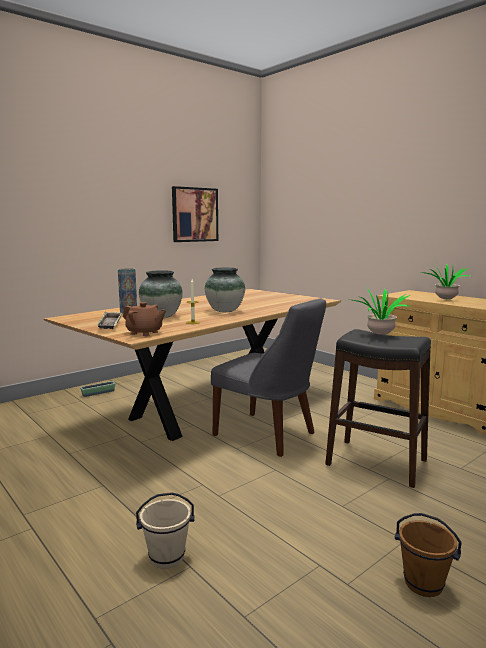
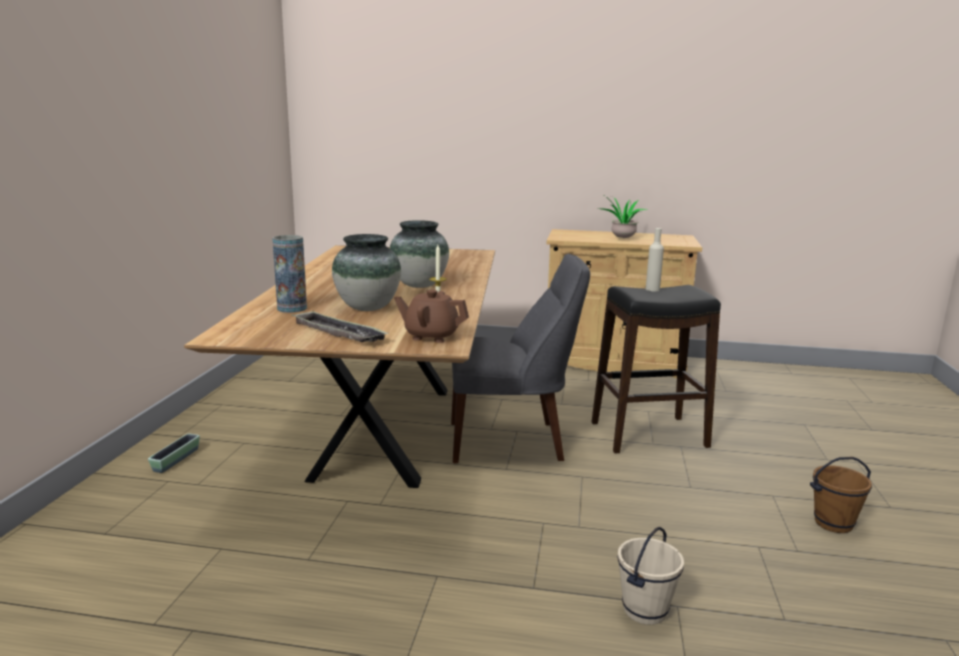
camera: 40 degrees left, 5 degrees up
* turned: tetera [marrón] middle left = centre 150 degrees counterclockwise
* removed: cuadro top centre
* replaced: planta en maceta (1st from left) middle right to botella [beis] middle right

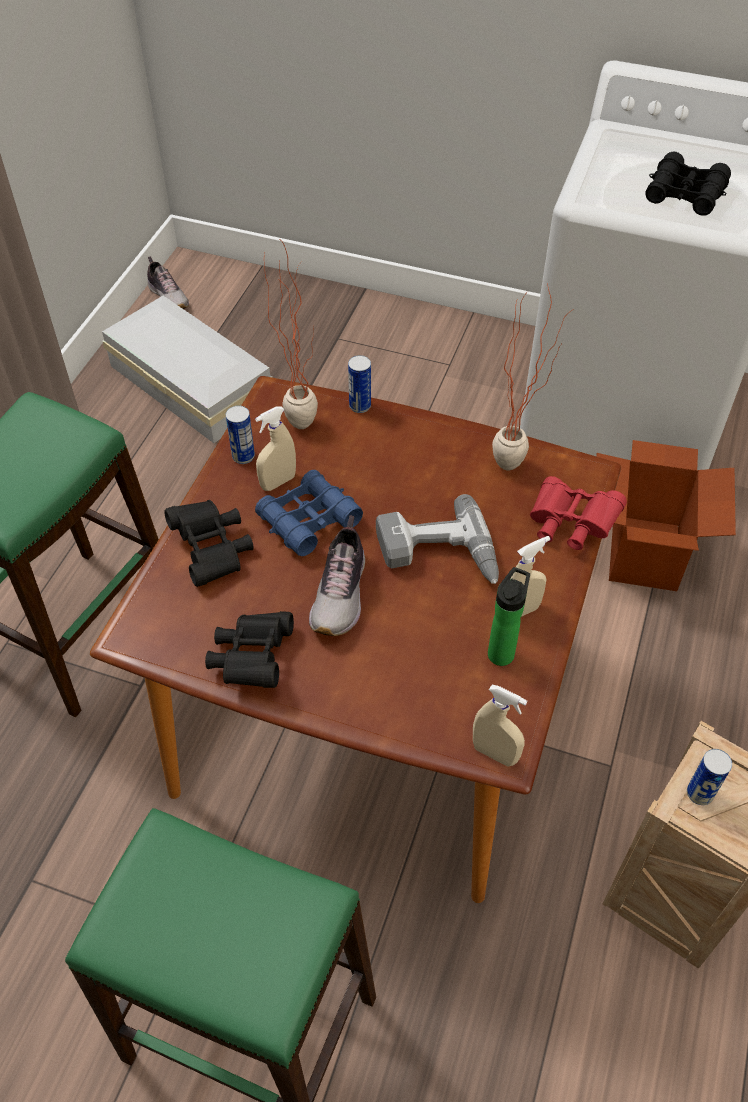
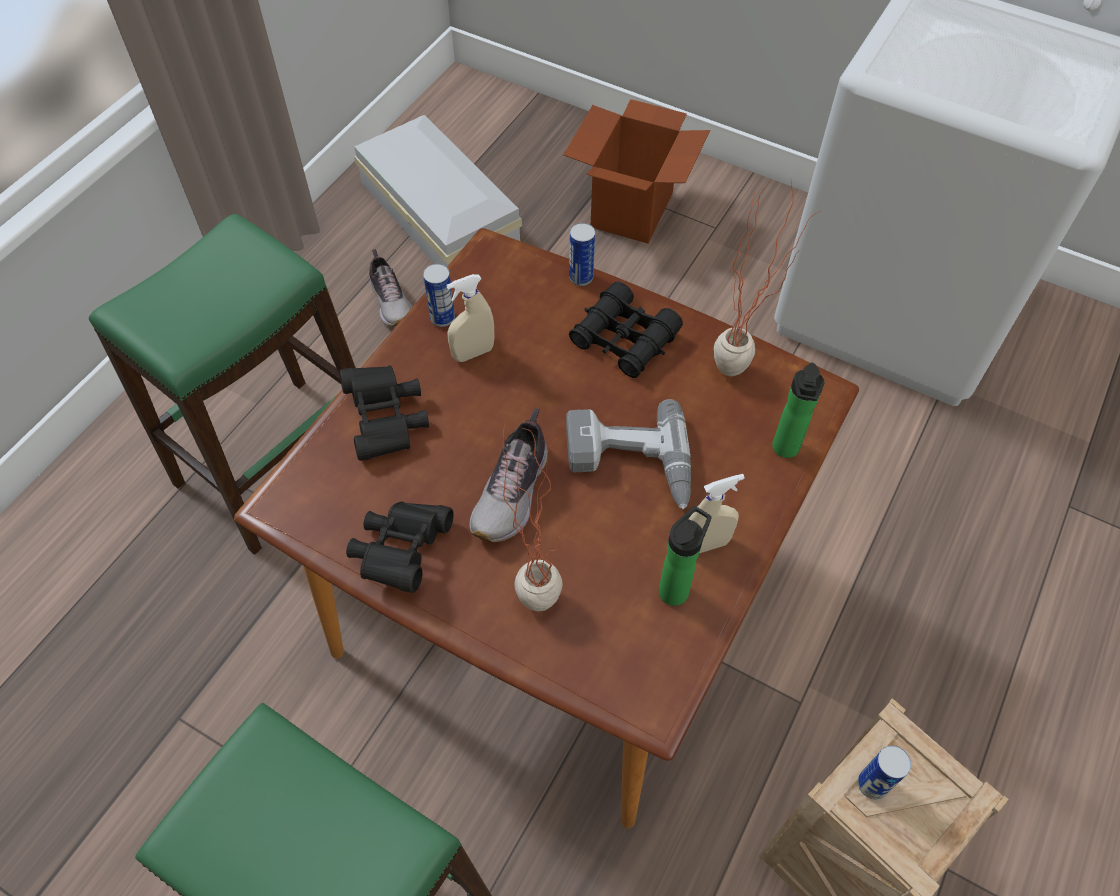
camera: 10 degrees right, 5 degrees up
* moved: zapato (1st from left) top left to top centre
* removed: prismáticos [azul] centre
* moved: planta en maceta (1st from left) top centre to centre
* removed: pulverizador [beis] (2nd from left) middle right
* replaced: prismáticos [rojo] middle right to botella (2nd from left) middle right
* moved: caja de cartón middle right to top centre
* moved: prismáticos [negro] (3rd from left) top right to centre

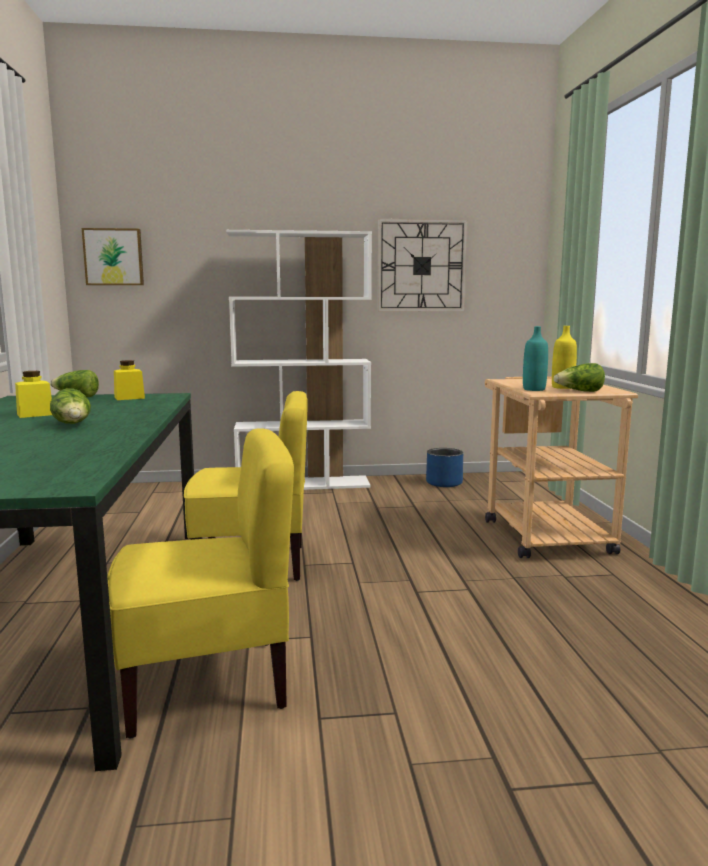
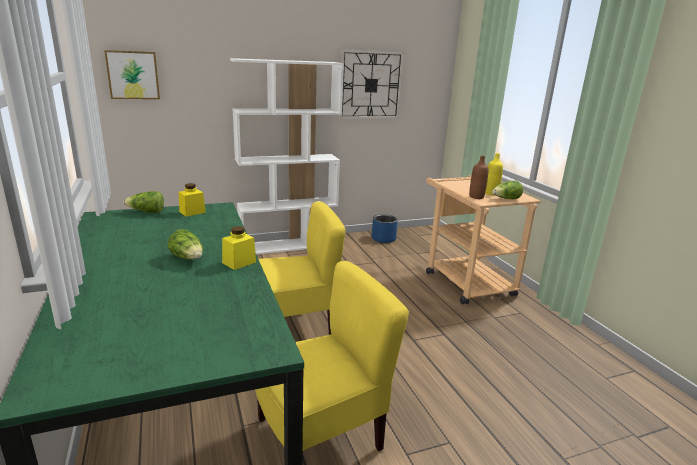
camera: 15 degrees left, 10 degrees up
* moved: tarro [amarillo] (1st from left in the first image) middle left to tarro [amarillo] (2nd from left) centre
* recoloured: botella [turquesa] middle right to botella [marrón] middle right

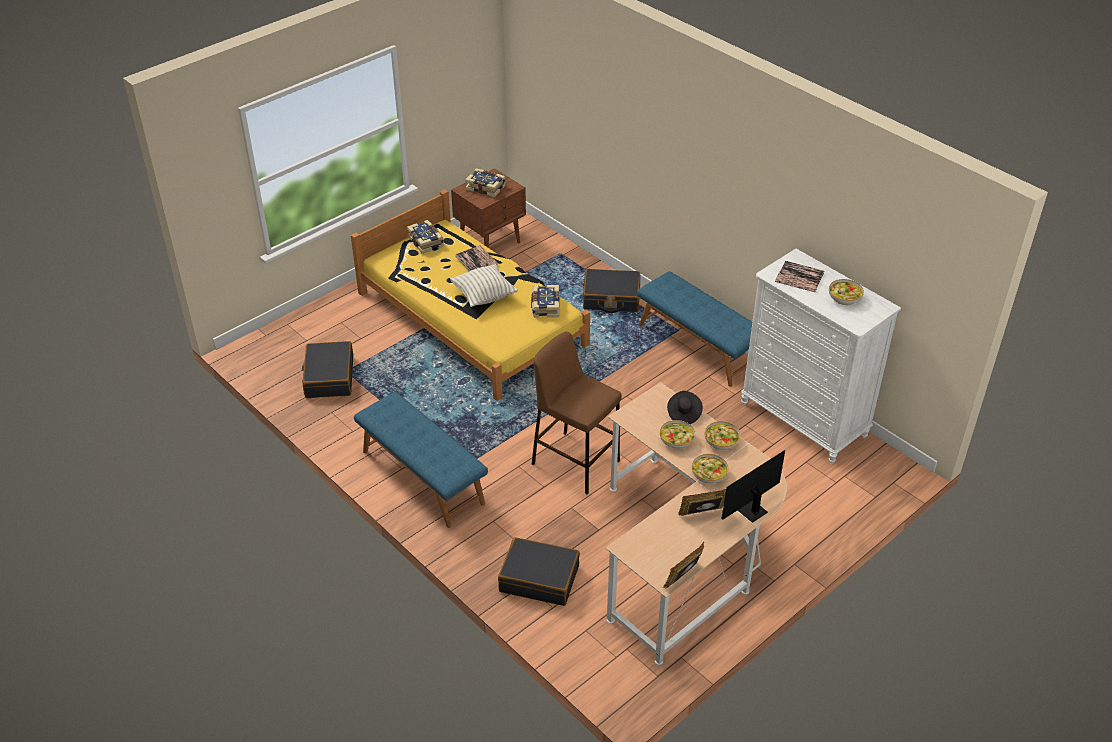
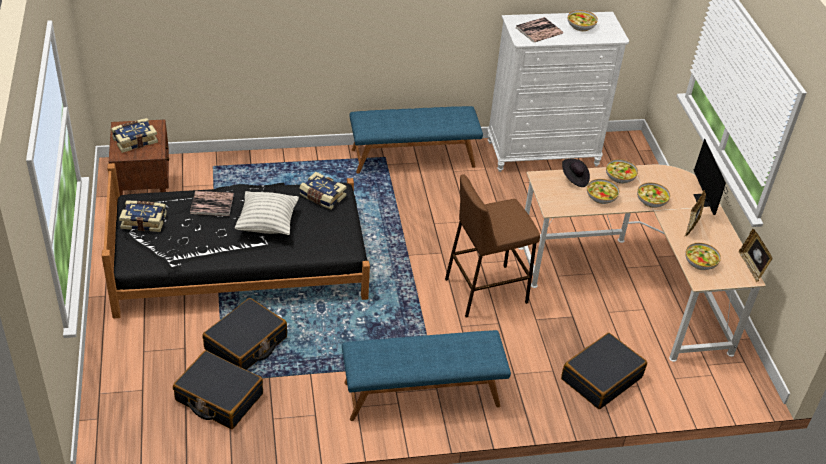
camera: 60 degrees left, 0 degrees up
* recoloured: cama [amarillo] centre to cama [negro] middle left
* moved: maleta [negro] (3rd from left in the first image) centre to maleta [negro] (2nd from left) bottom left
* added: cuenco (5th from left) middle right

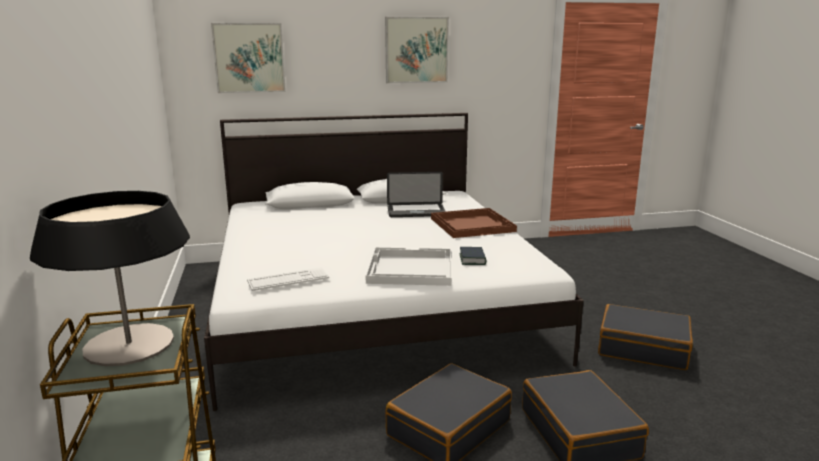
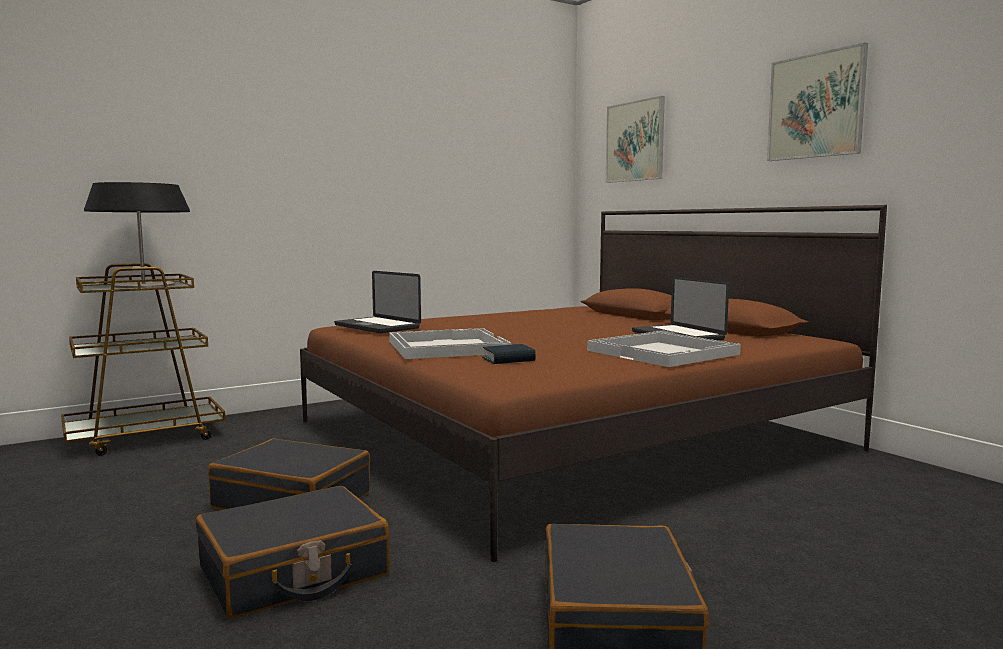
camera: 70 degrees right, 10 degrees down
* recoloured: cama [blanco] centre to cama [marrón] centre
* replaced: teclado centre to portátil (1st from left) centre
* recoloured: bandeja [marrón] centre to bandeja [blanco] (2nd from left) centre

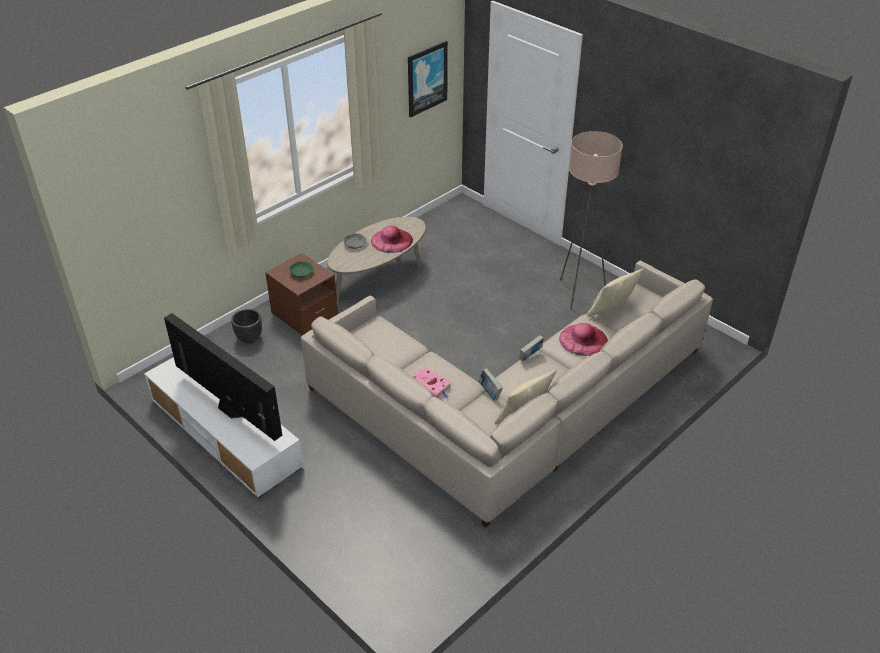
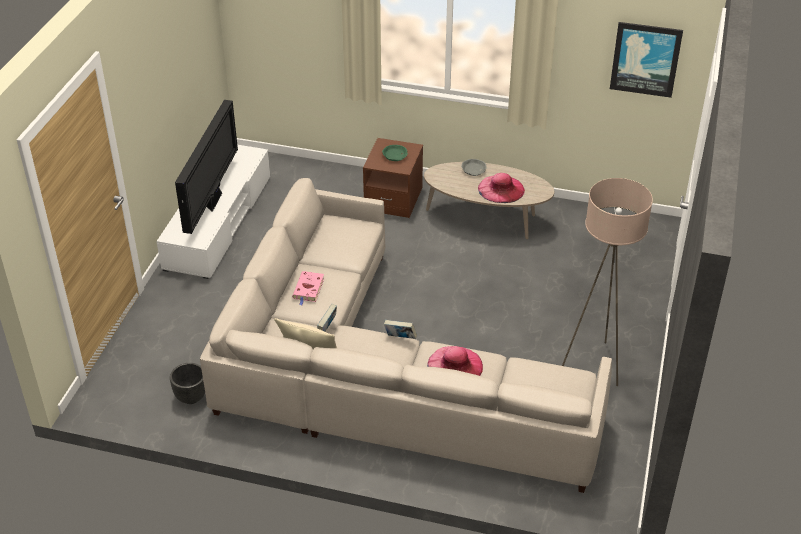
camera: 60 degrees right, 0 degrees up
* moved: maceta [negro] middle left to bottom left
* removed: cojín [beis] (2nd from left) middle right

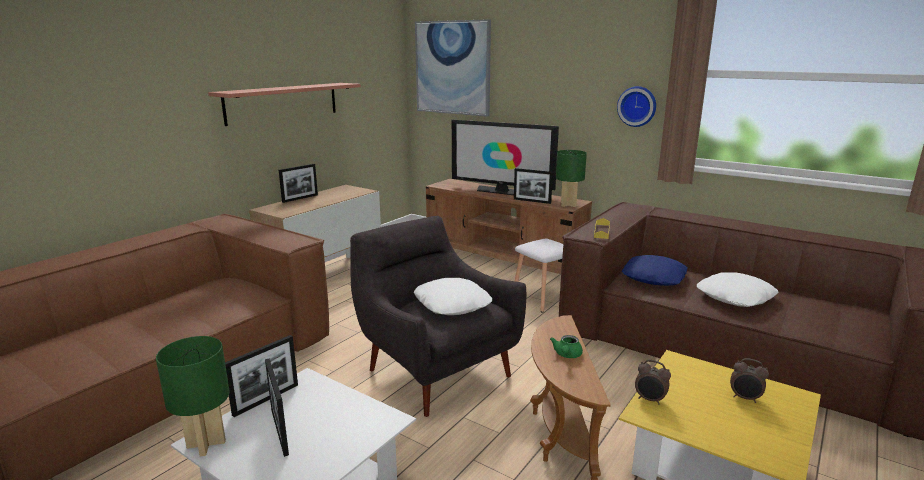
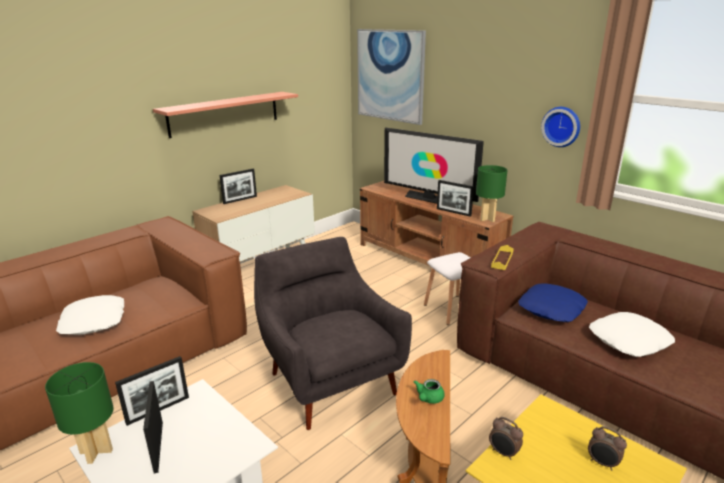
camera: 10 degrees right, 5 degrees up
* moved: cojín [blanco] (1st from left) centre to middle left

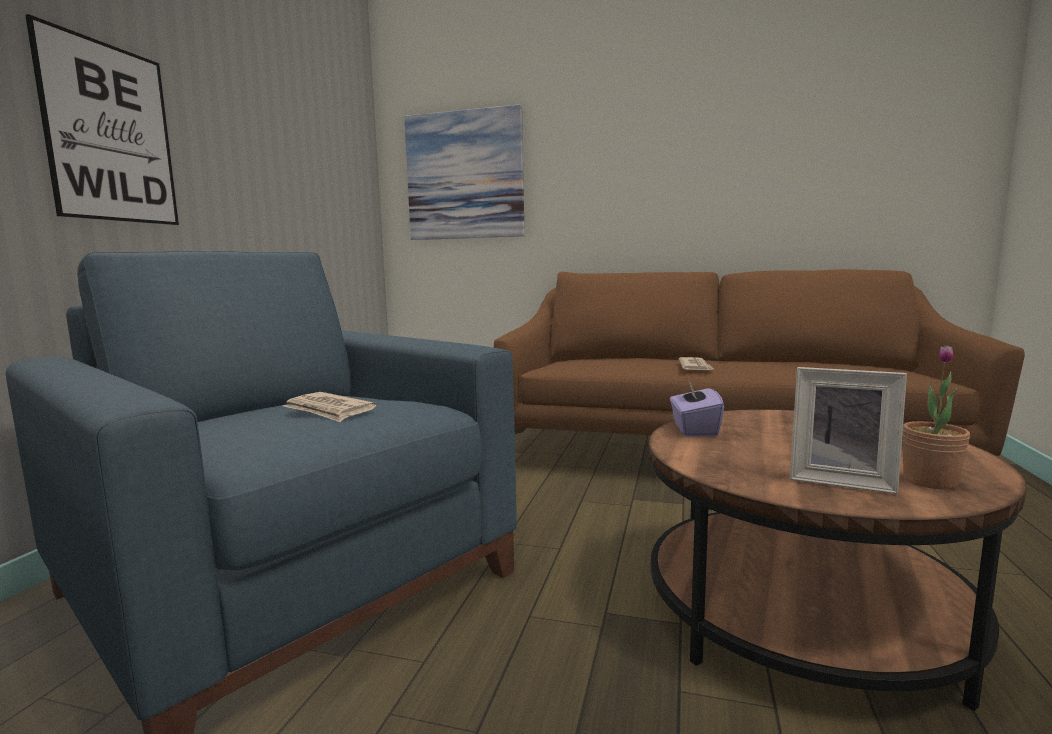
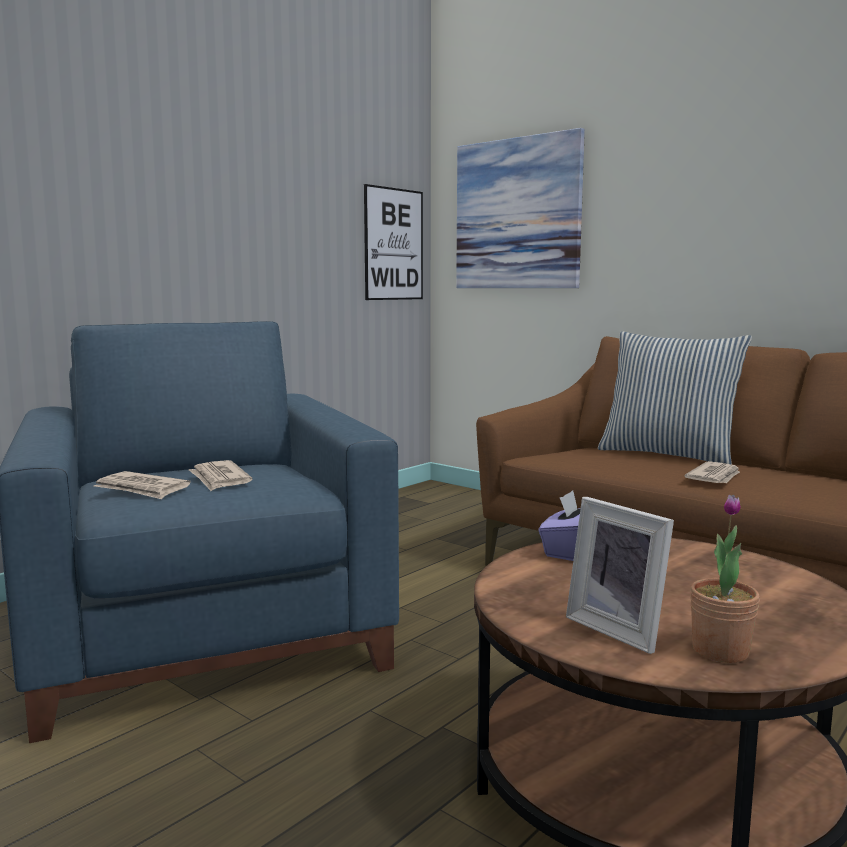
camera: 25 degrees right, 0 degrees up
* moved: cuadro (1st from left) top left to top centre
* added: periódico (1st from left) middle left
* added: cojín middle right

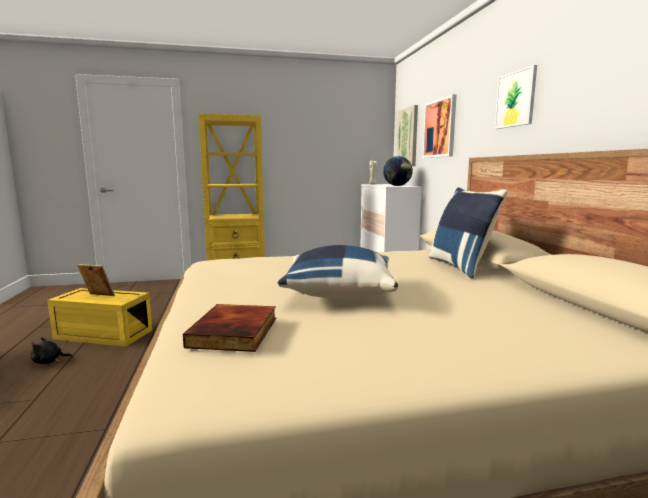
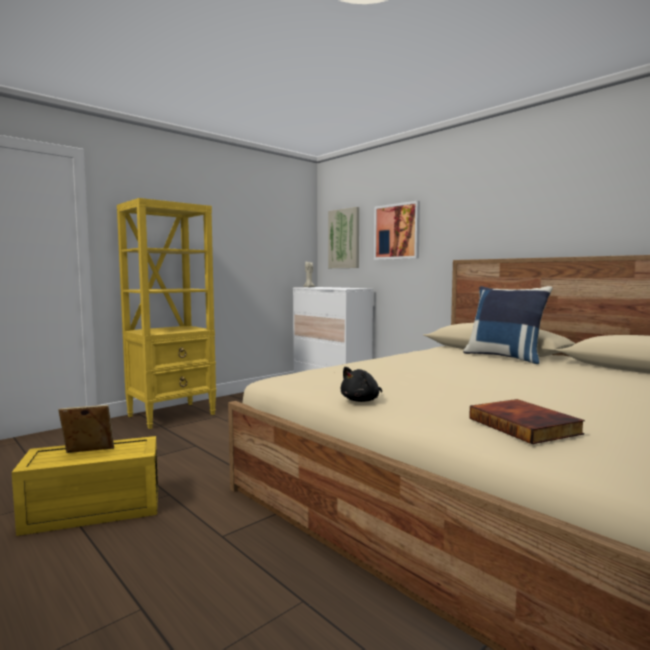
camera: 30 degrees left, 5 degrees down
* moved: peluche [negro] bottom left to centre
* removed: cojín [azul] (1st from left) centre
* removed: globo terráqueo centre
* removed: cuadro (3rd from left) top right

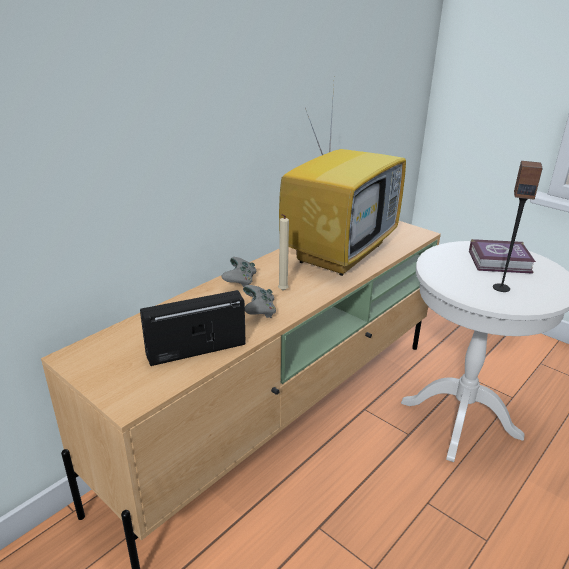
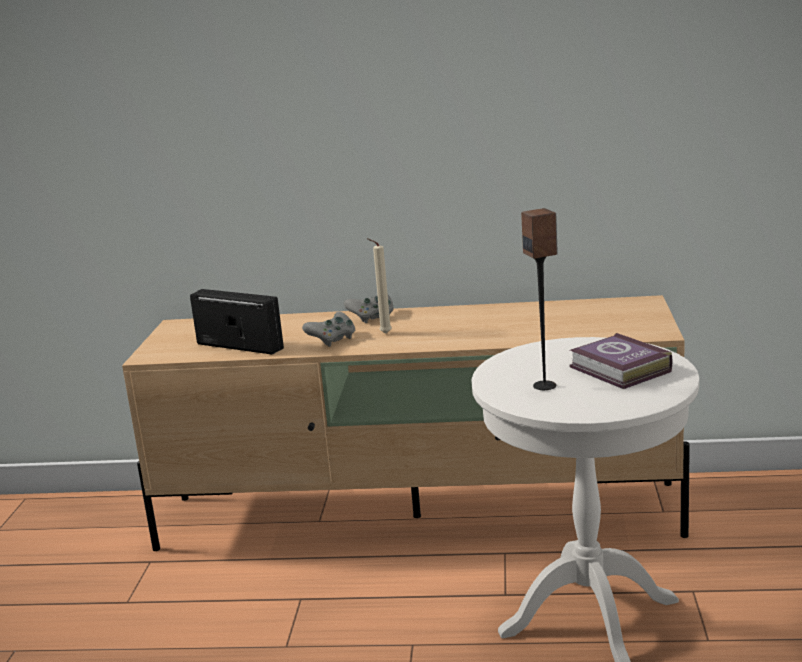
camera: 55 degrees right, 10 degrees down
* removed: televisor top centre

